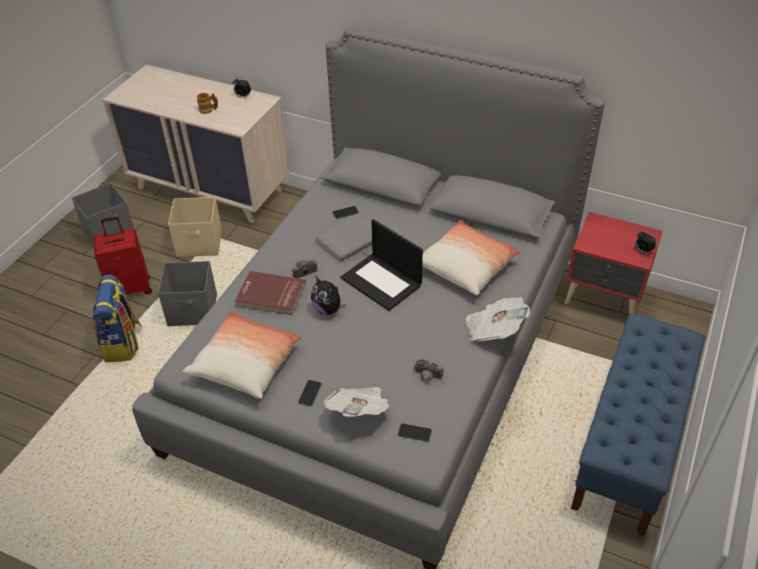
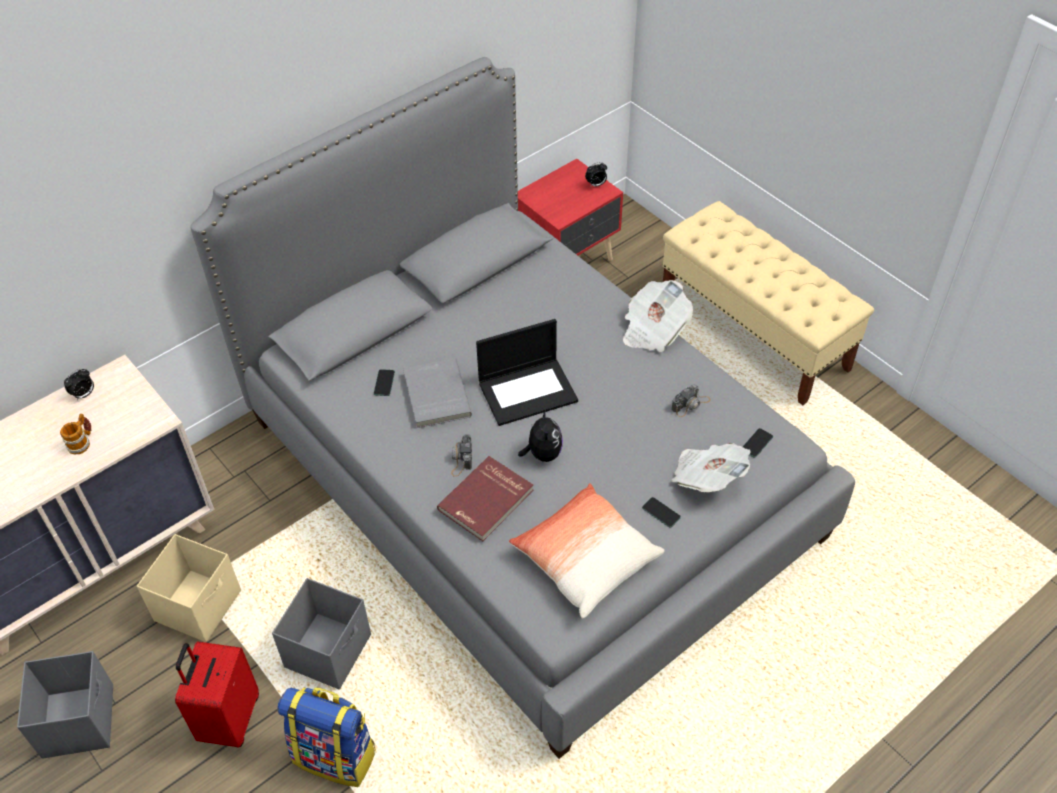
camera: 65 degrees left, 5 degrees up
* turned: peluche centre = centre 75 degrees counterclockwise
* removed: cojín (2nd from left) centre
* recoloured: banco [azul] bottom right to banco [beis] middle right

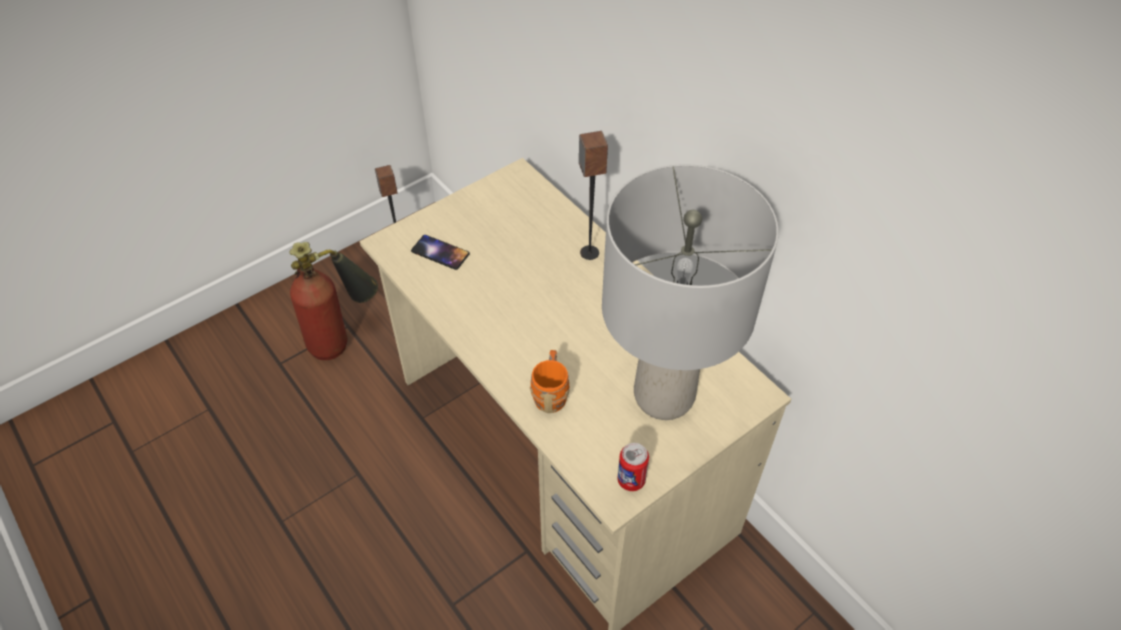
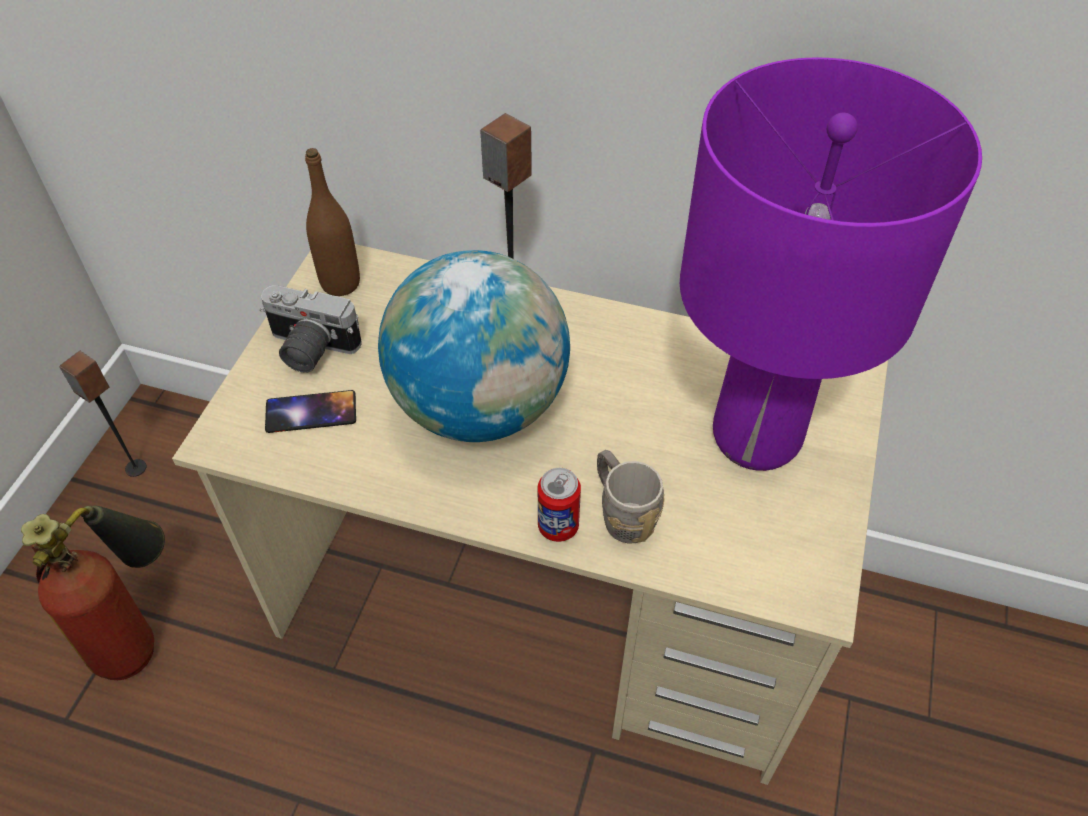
camera: 35 degrees left, 0 degrees up
* recoloured: taza grande [naranja] centre to taza grande [gris] centre
* recoloured: lámpara de mesa [gris] centre to lámpara de mesa [morado] top right
* moved: lata bottom centre to centre
* added: cámara middle left
* added: botella [marrón] top left
* added: globo terráqueo centre

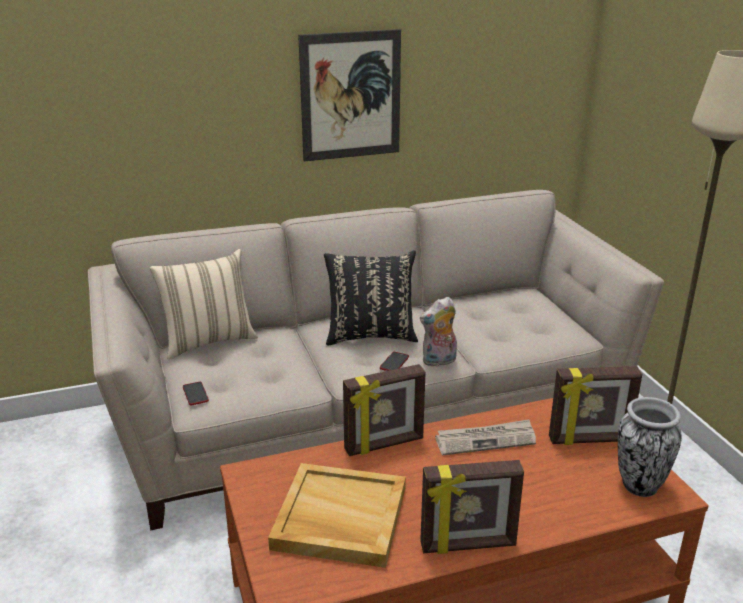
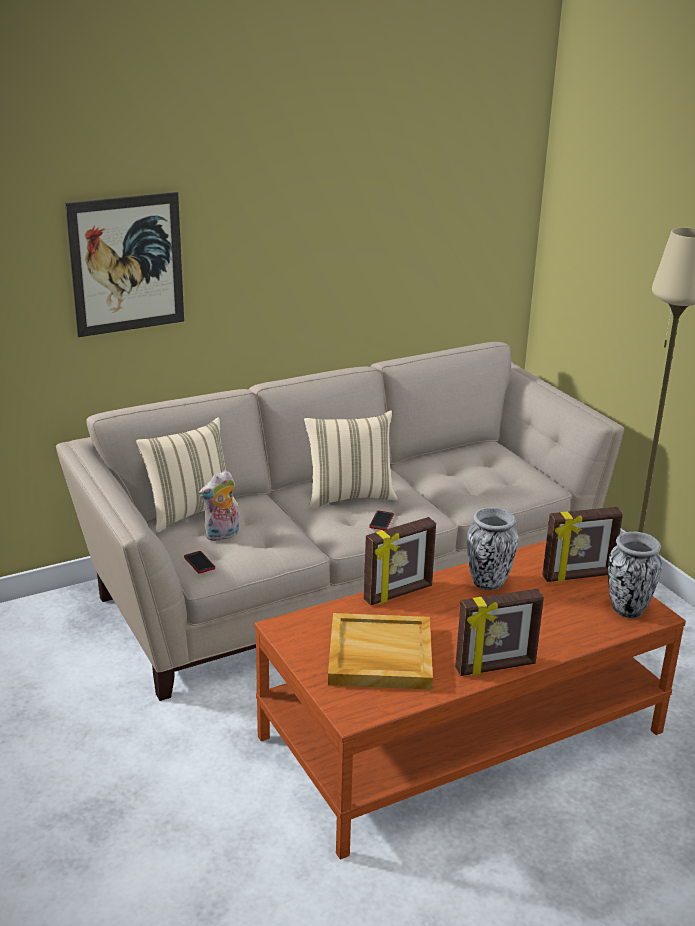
camera: 10 degrees left, 0 degrees up
* moved: cuadro top centre to top left
* recoloured: cojín [negro] centre to cojín [beis] (2nd from left) centre
* moved: peluche centre to middle left
* replaced: periódico bottom centre to florero (1st from left) middle right

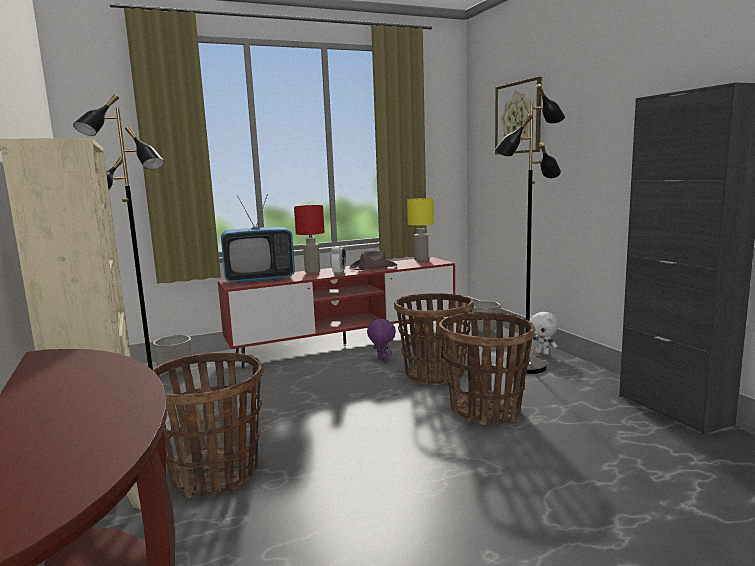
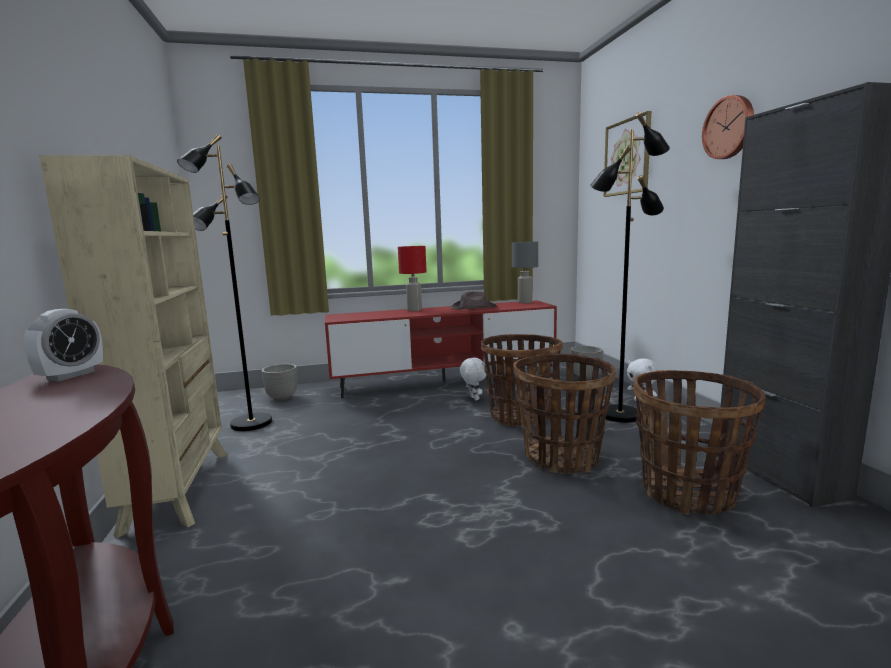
camera: 10 degrees right, 0 degrees up
* moved: cesta (1st from left in the first image) bottom left to cesta (3rd from left) middle right
* removed: televisor centre
* moved: despertador centre to middle left
* recoloured: peluche [morado] centre to peluche [blanco] (1st from left) centre
* recoloured: lámpara de mesa [amarillo] centre to lámpara de mesa [gris] centre
* added: reloj de pared top right

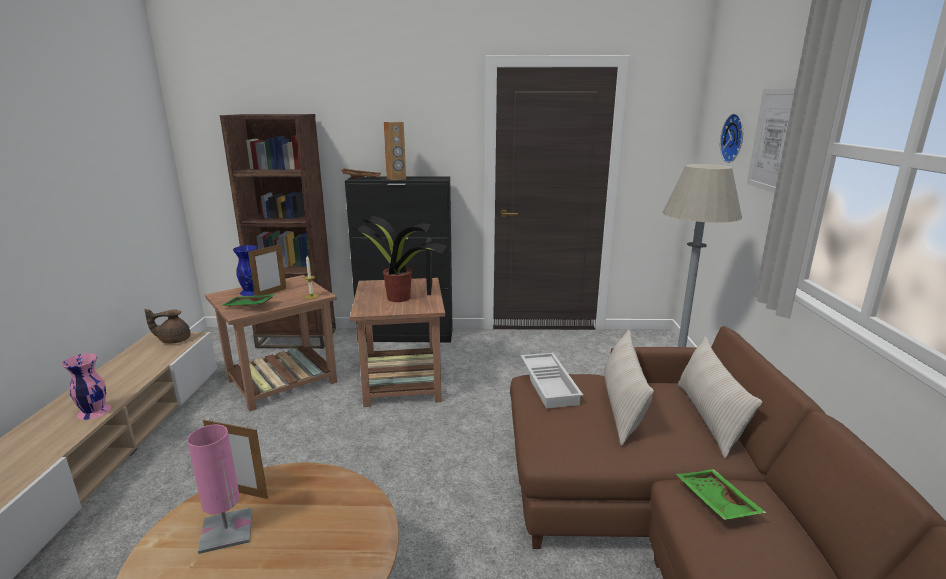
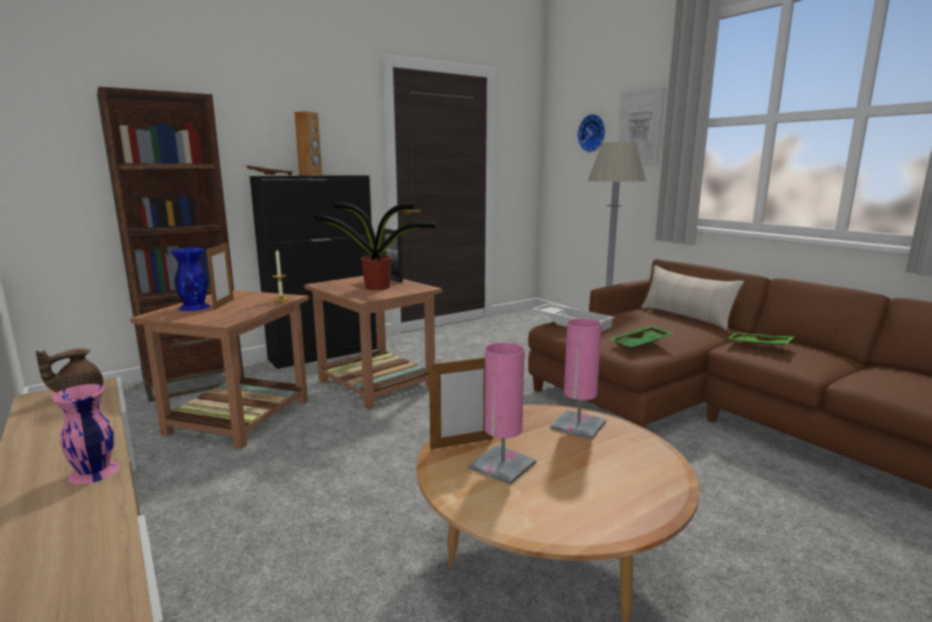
camera: 35 degrees left, 5 degrees down
* moved: bandeja [verde] (1st from left) middle left to middle right
* removed: cojín [beis] (1st from left) bottom centre
* added: lámpara de mesa [rosa] (2nd from left) centre

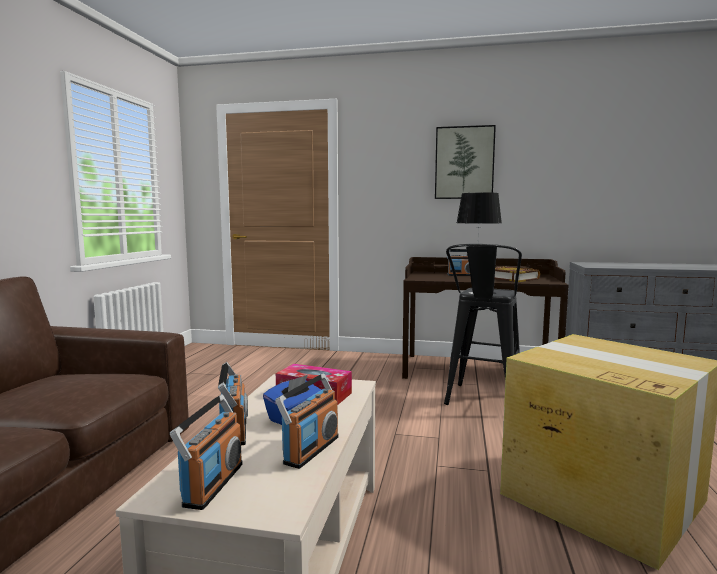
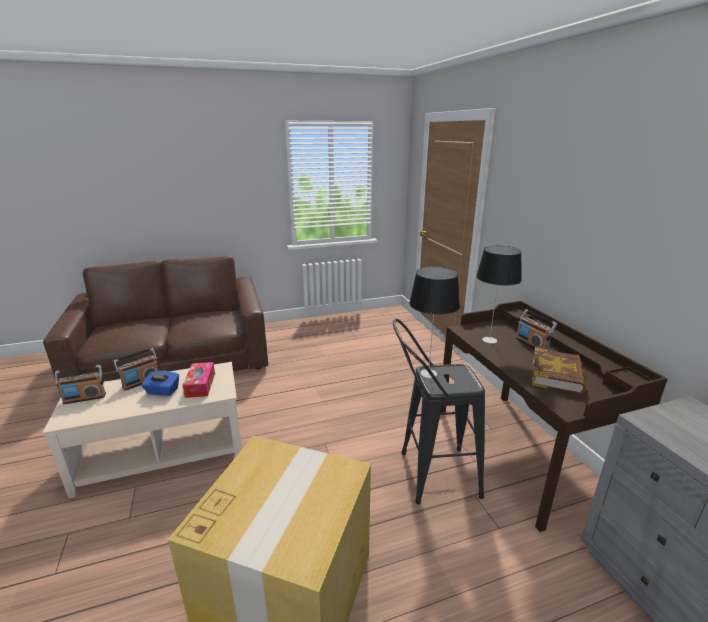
camera: 60 degrees right, 15 degrees up
* removed: radio (3rd from left) bottom centre
* removed: cuadro top centre
* added: lámpara de mesa (2nd from left) middle right

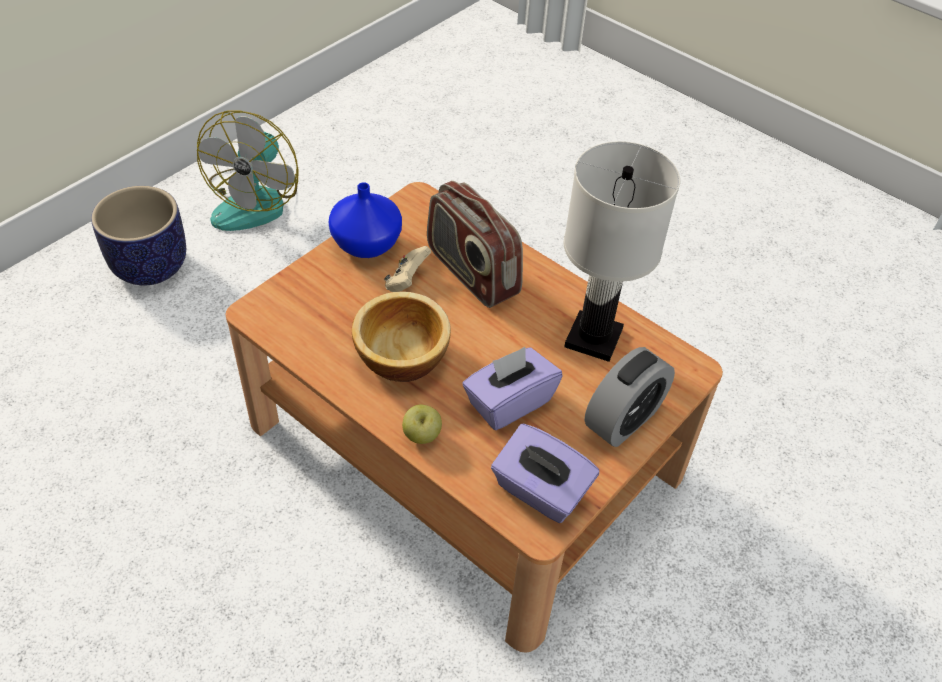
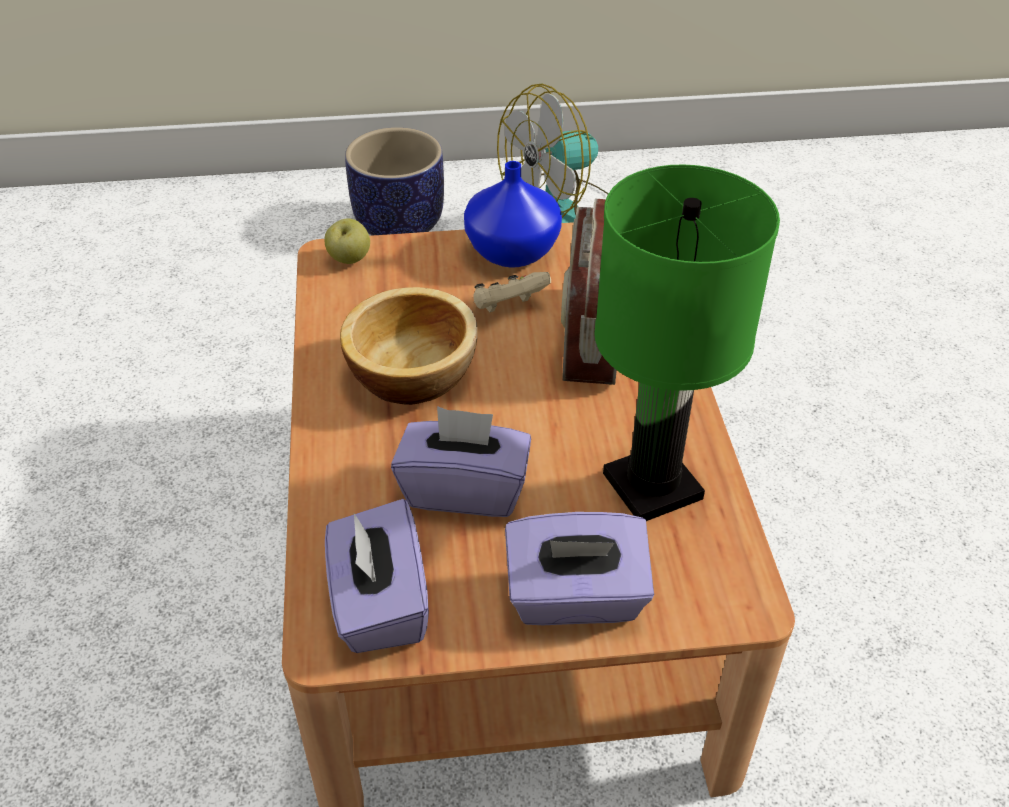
camera: 45 degrees right, 5 degrees down
* moved: manzana centre to top centre
* recoloured: lámpara de mesa [blanco] centre to lámpara de mesa [verde] middle right
* replaced: despertador middle right to caja de pañuelos [morado] (3rd from left) bottom centre

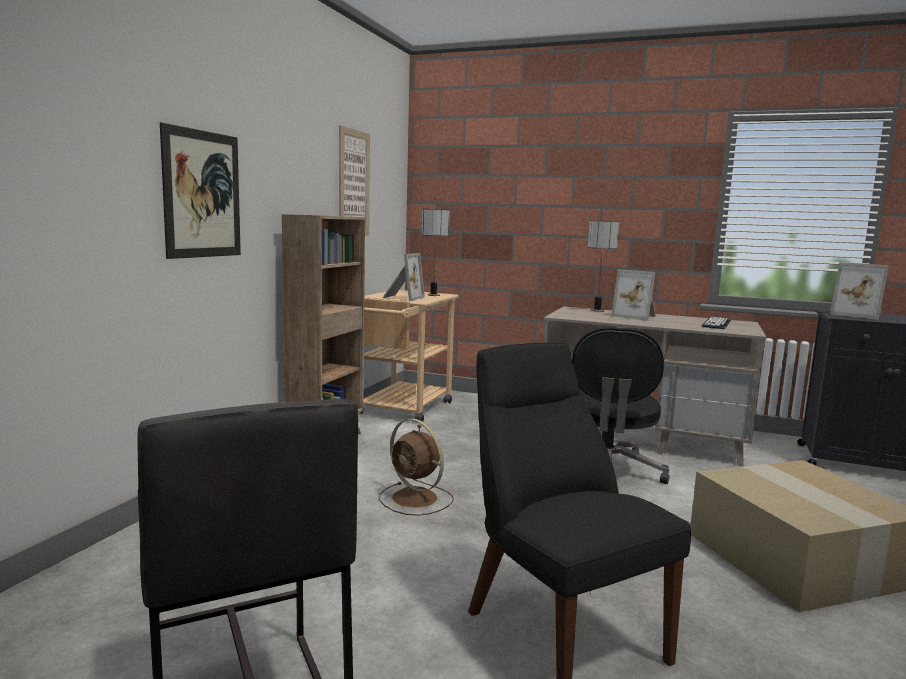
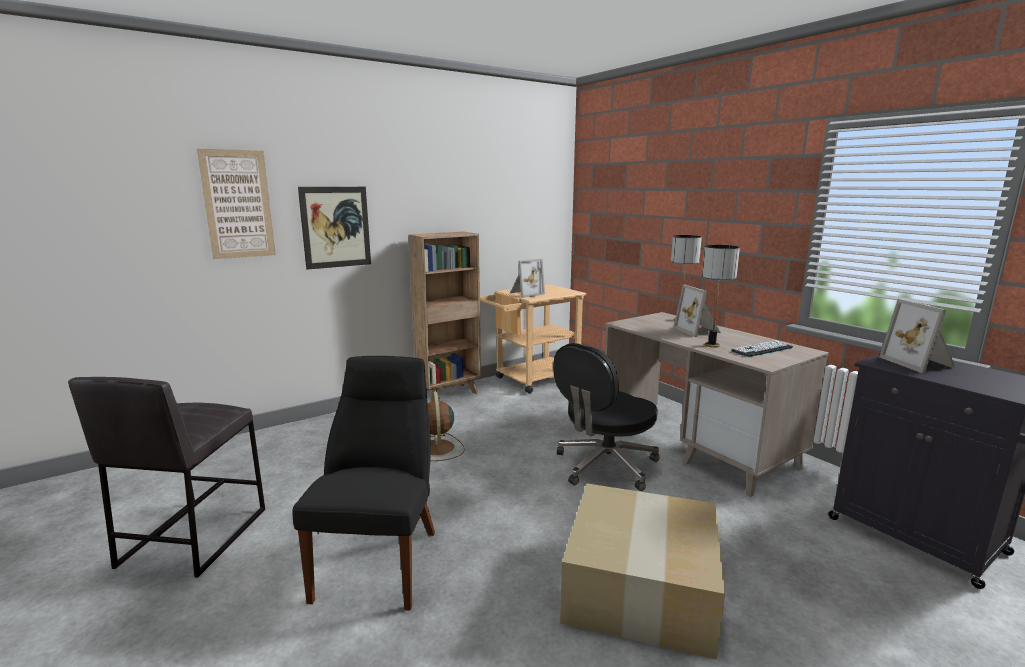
camera: 35 degrees right, 5 degrees up
* moved: cuadro (2nd from left in the first image) top centre to cuadro (1st from left) top left
* moved: lámpara de mesa (1st from left in the first image) centre to lámpara de mesa (2nd from left) middle right

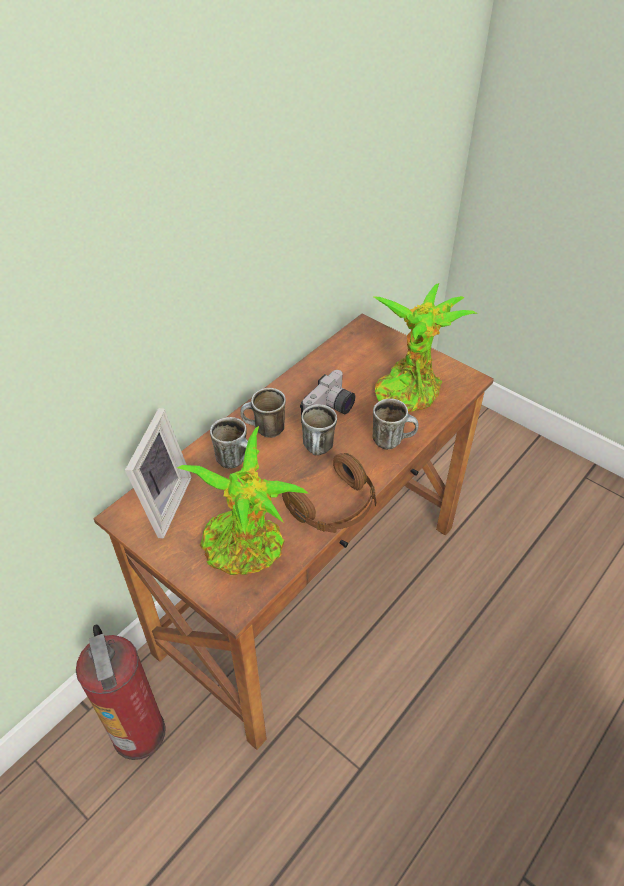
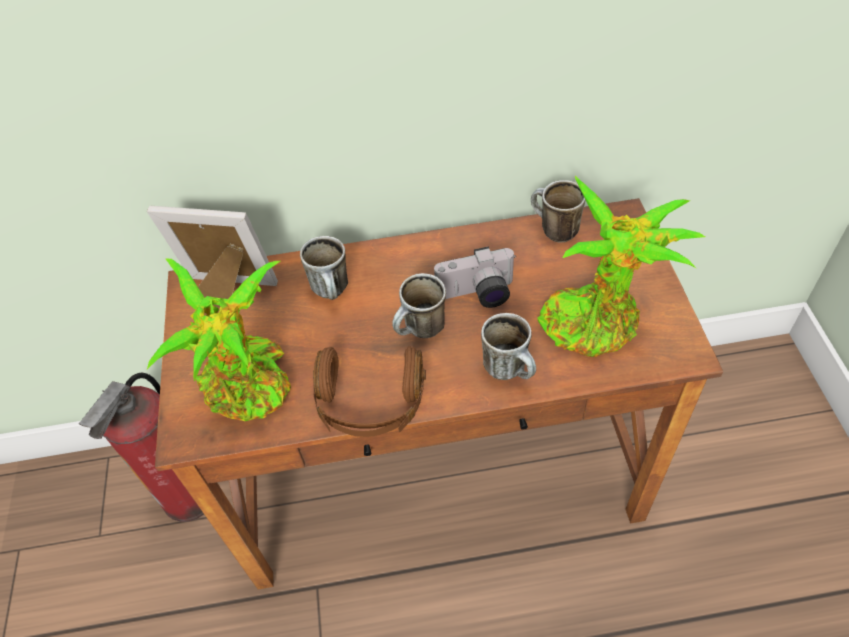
camera: 45 degrees right, 5 degrees up
* turned: portarretratos middle left = middle left 135 degrees counterclockwise
* moved: taza grande (2nd from left in the first image) centre to taza grande (4th from left) top centre

